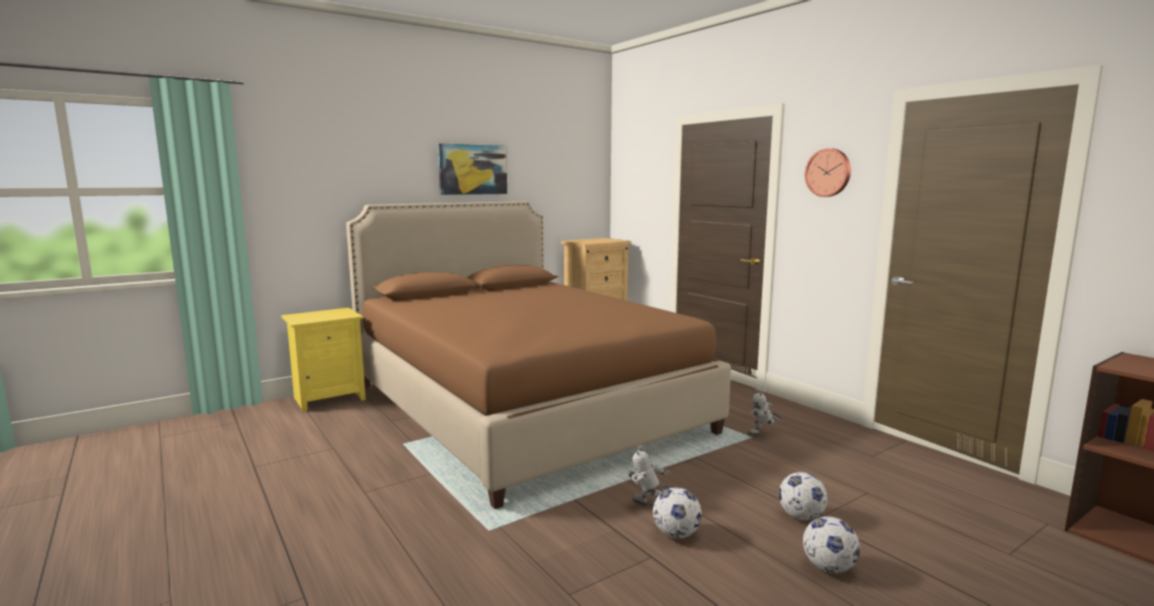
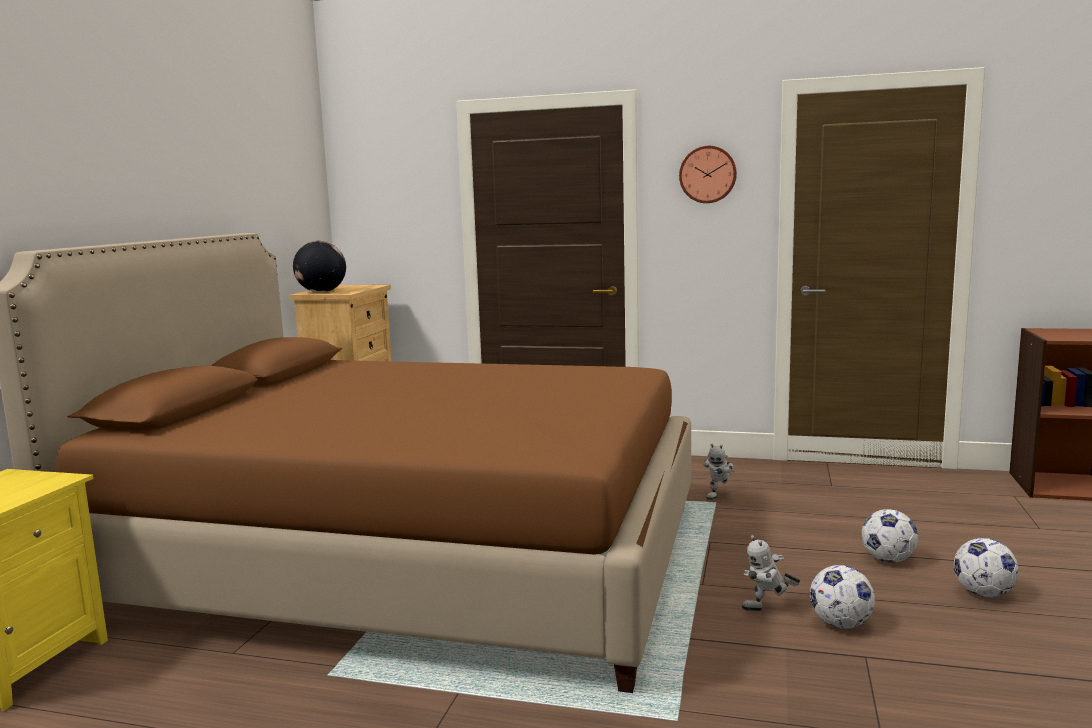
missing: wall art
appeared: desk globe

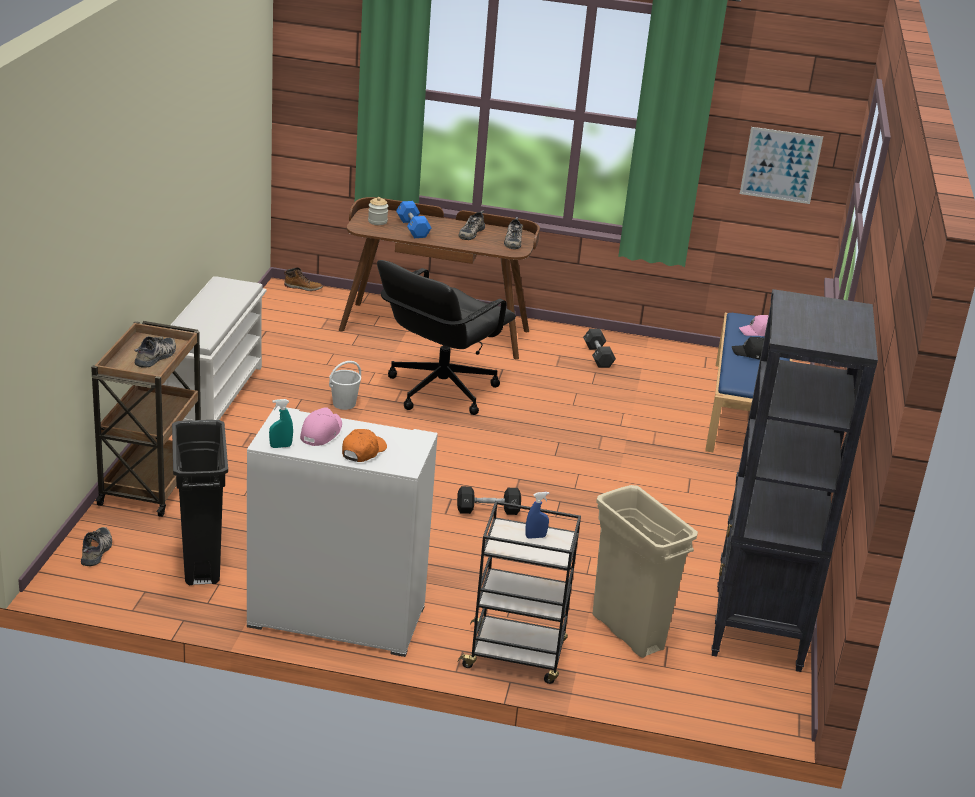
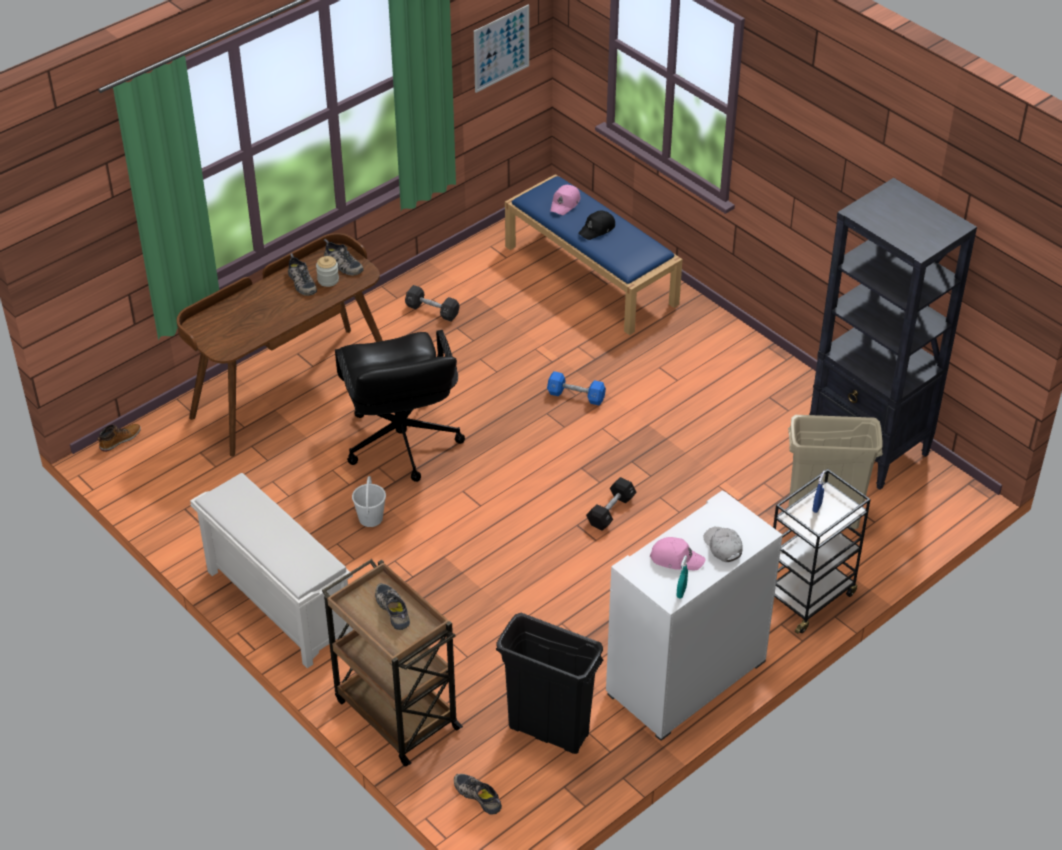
relocated: jar; hand weight (bluish)
colour: baseball cap (orange) to baseball cap (white)
spun: baseball cap (pink) (no. 1 from left in the first image) 135 degrees clockwise

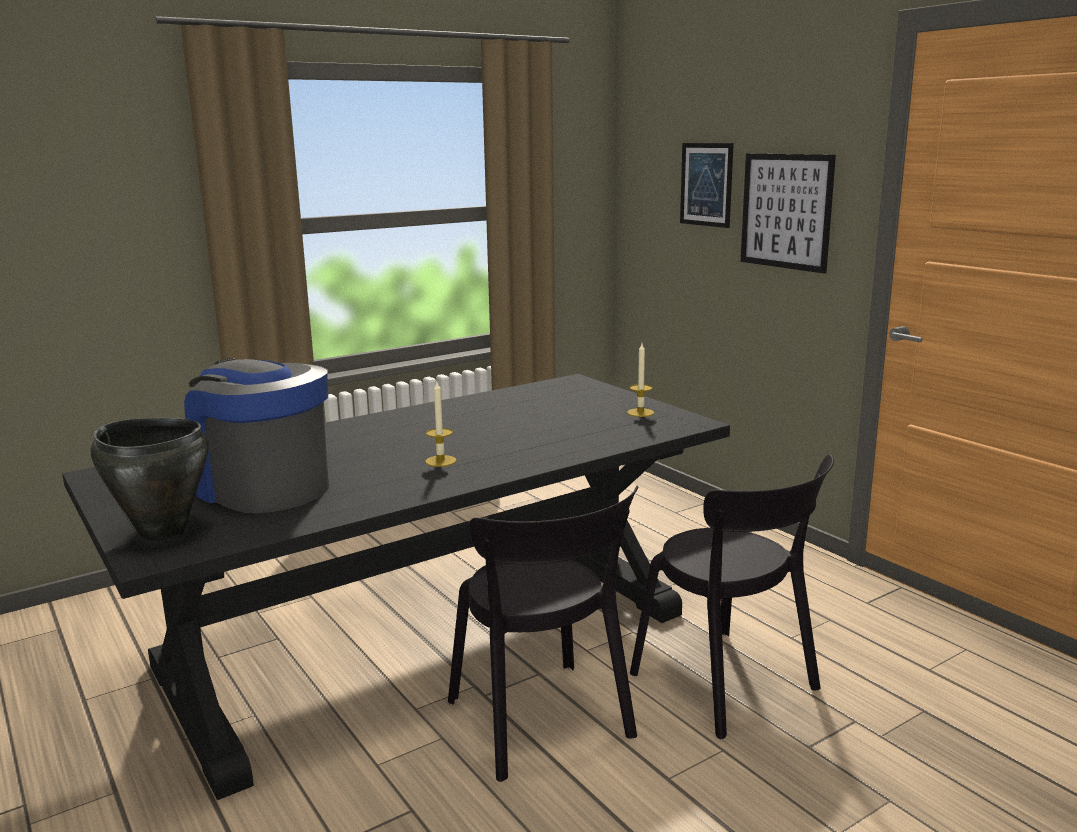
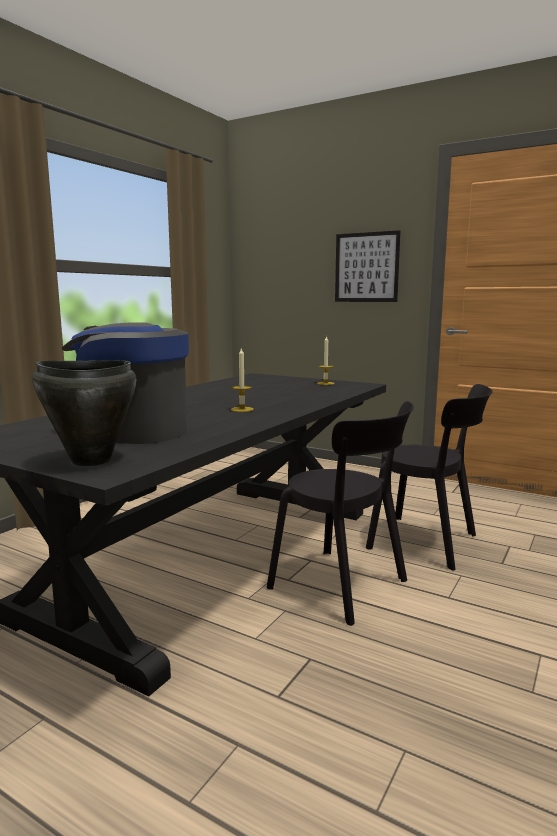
missing: wall art (no. 1 from left)

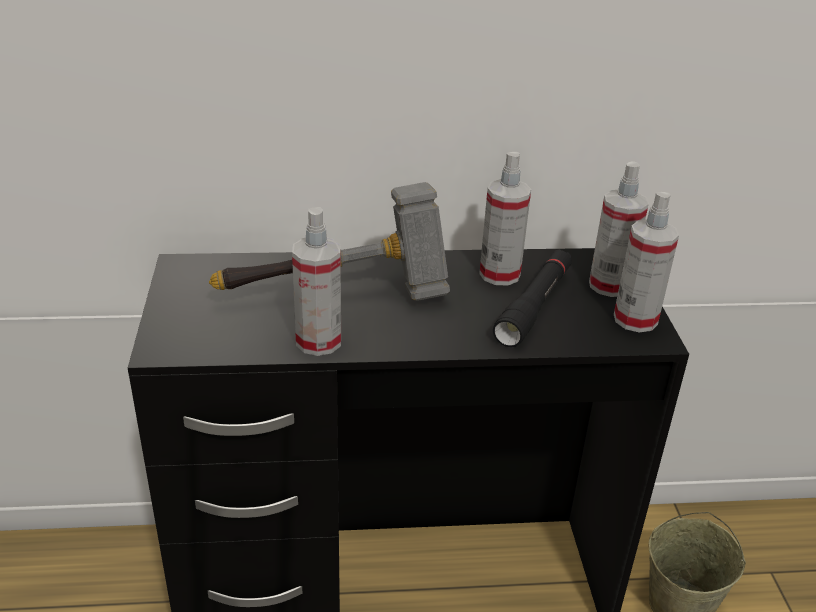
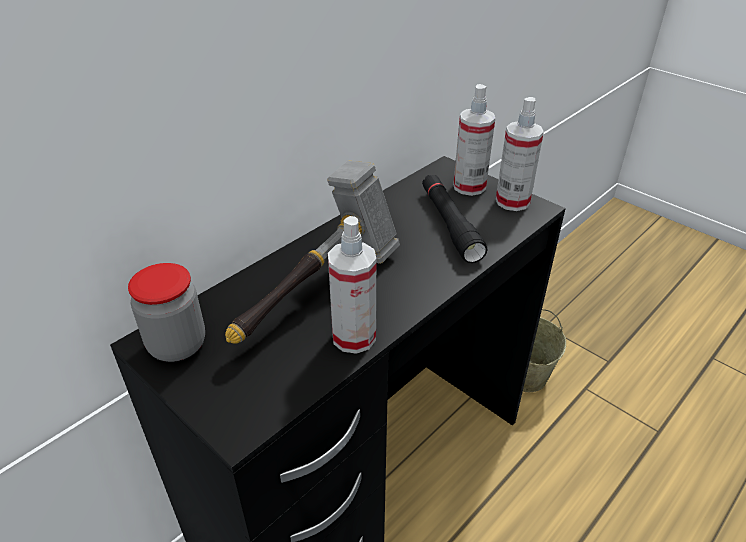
missing: spray bottle (no. 2 from left)
appeared: jar

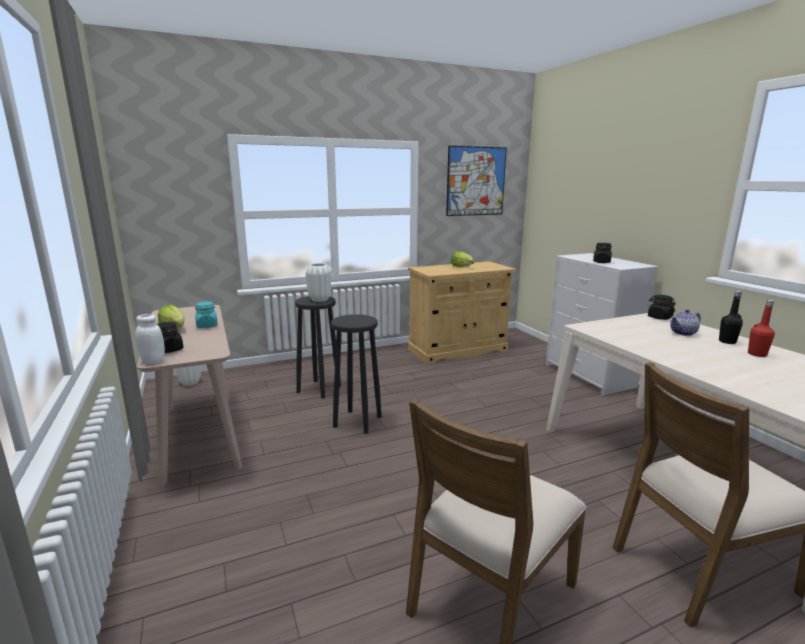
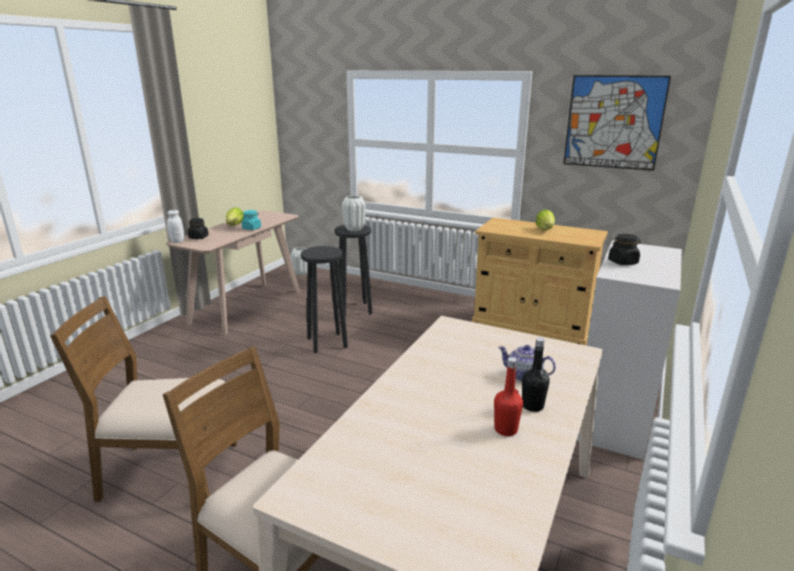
missing: jar (blackish) (no. 3 from left)

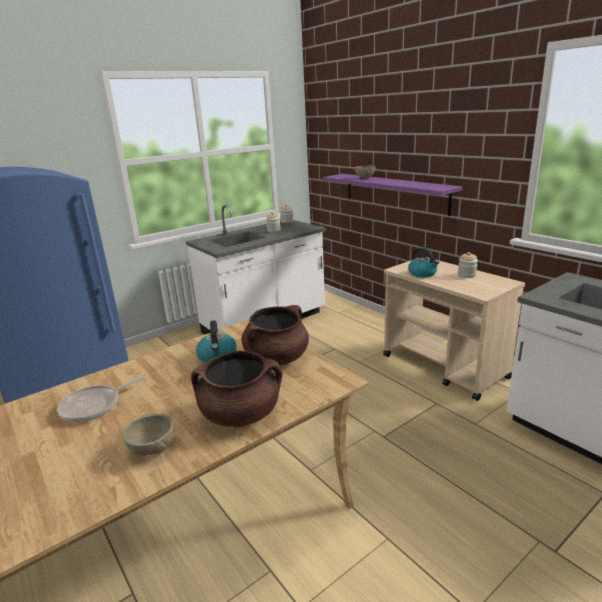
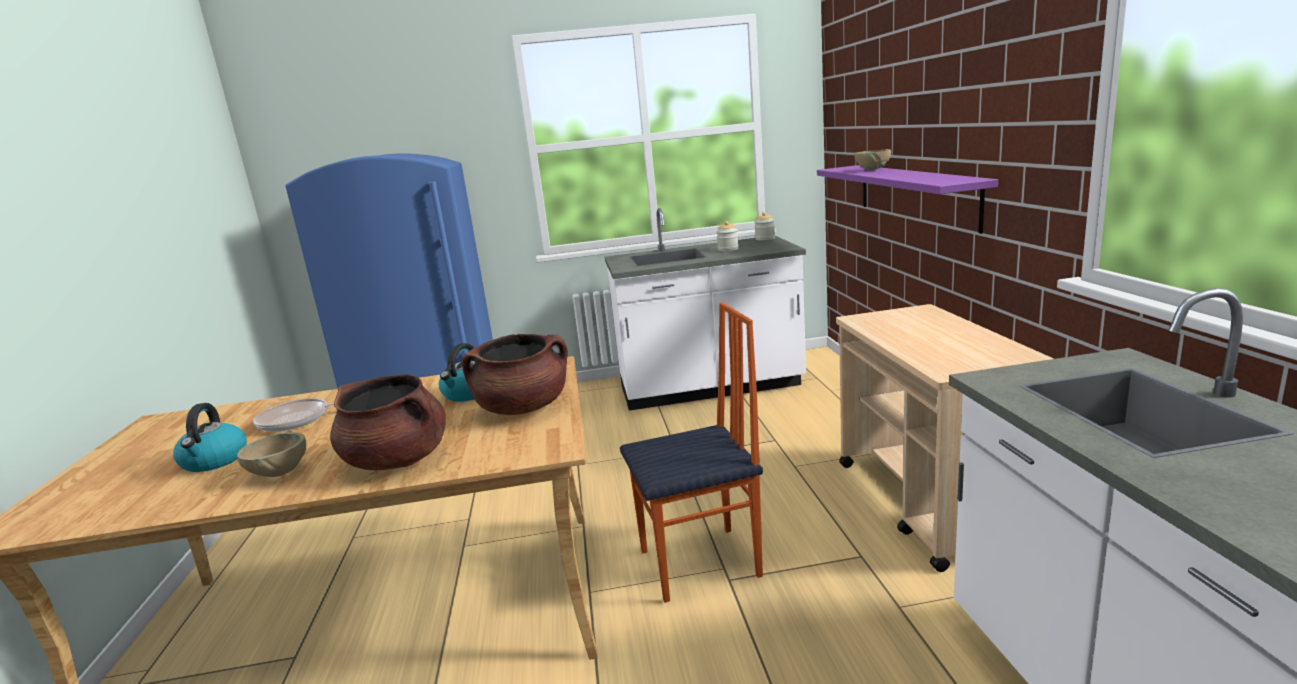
missing: jar (no. 3 from left)
appeared: upright chair
relocated: kettle (no. 2 from left in the first image) to kettle (no. 1 from left)

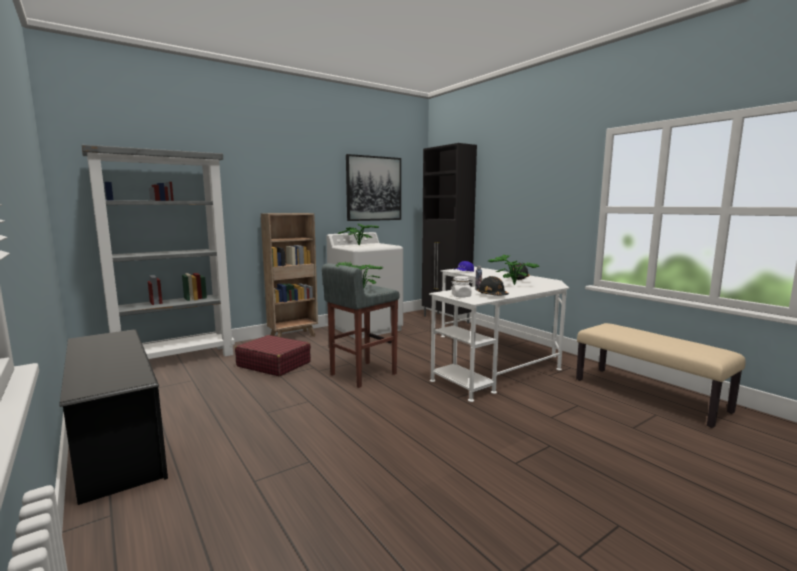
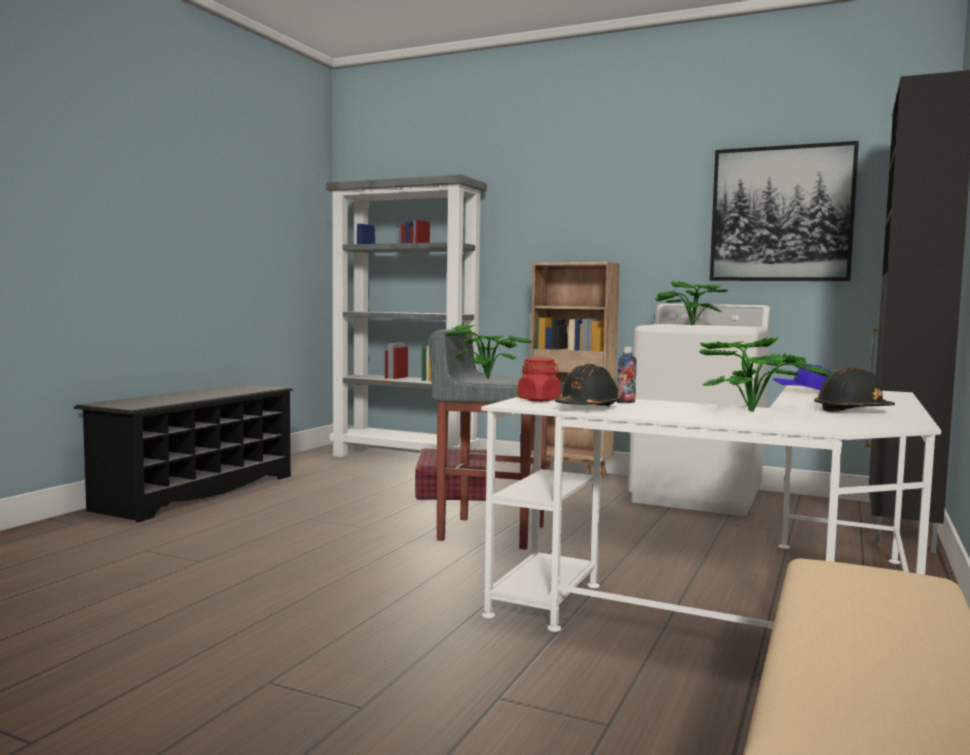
colour: jar (white) to jar (red-coloured)

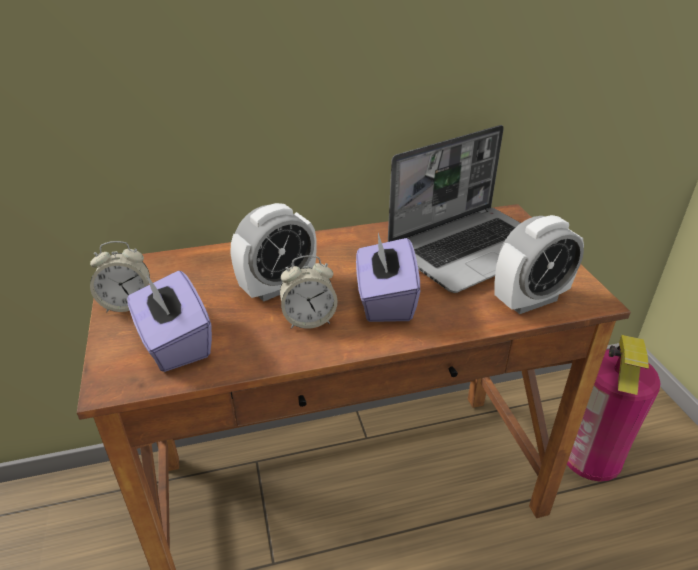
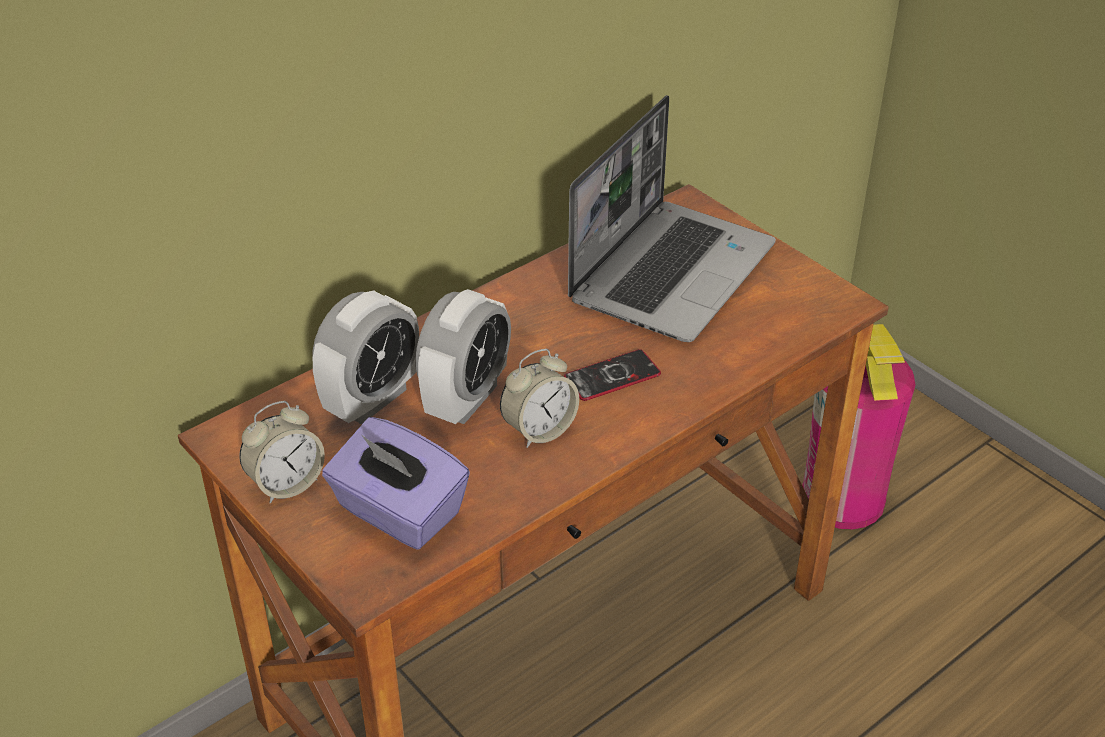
relocated: bedside clock (no. 4 from left in the first image) to bedside clock (no. 2 from left)
exchanged: tissue box (purple) (no. 2 from left) to phone

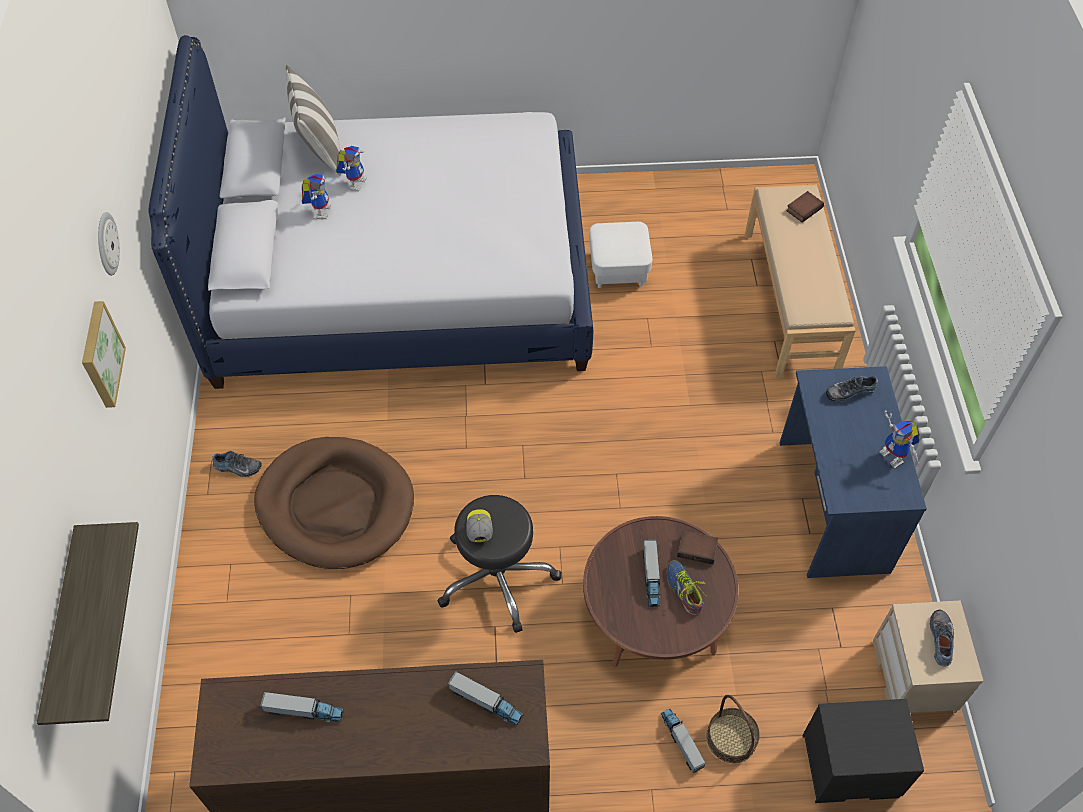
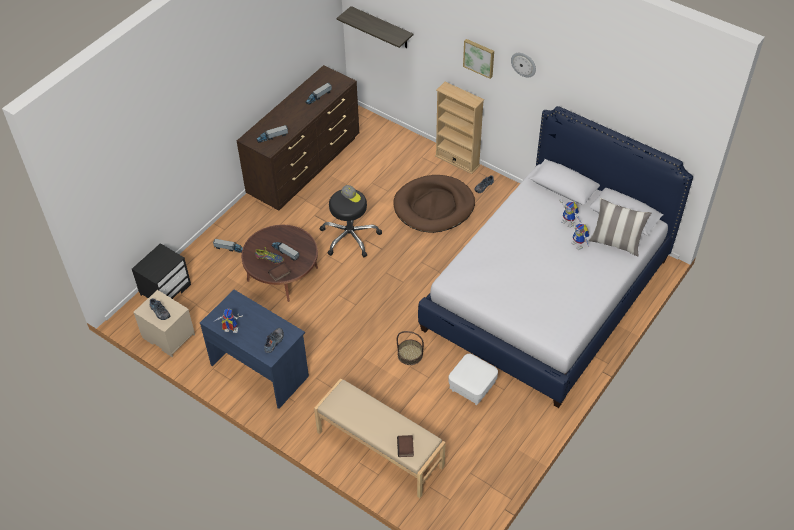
appeared: bookshelf (beige-coloured)
relocated: basket

